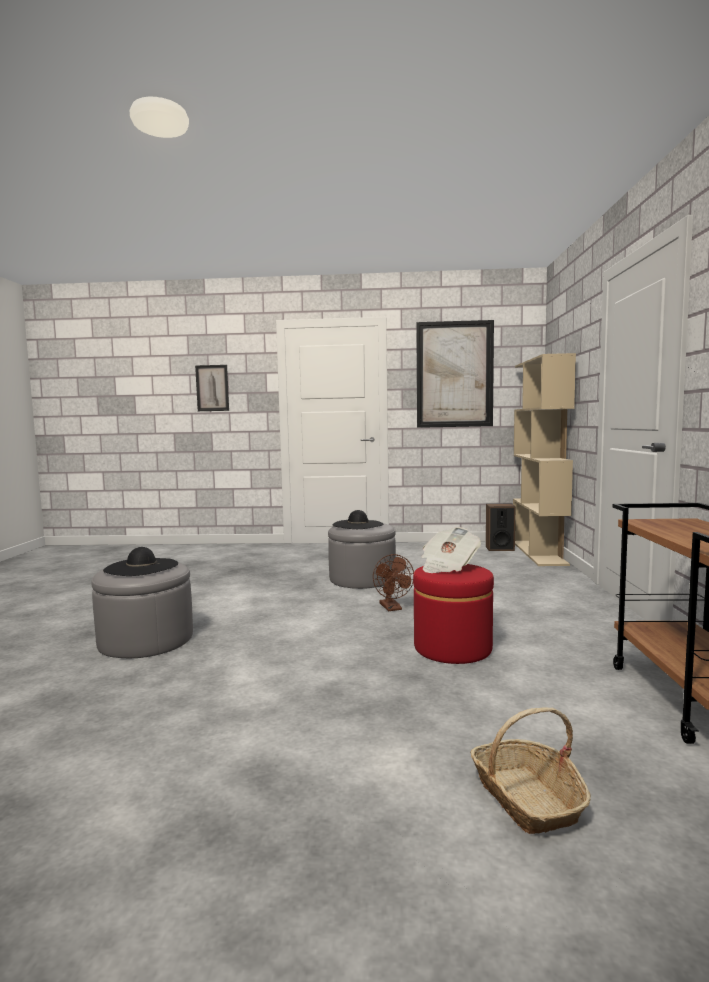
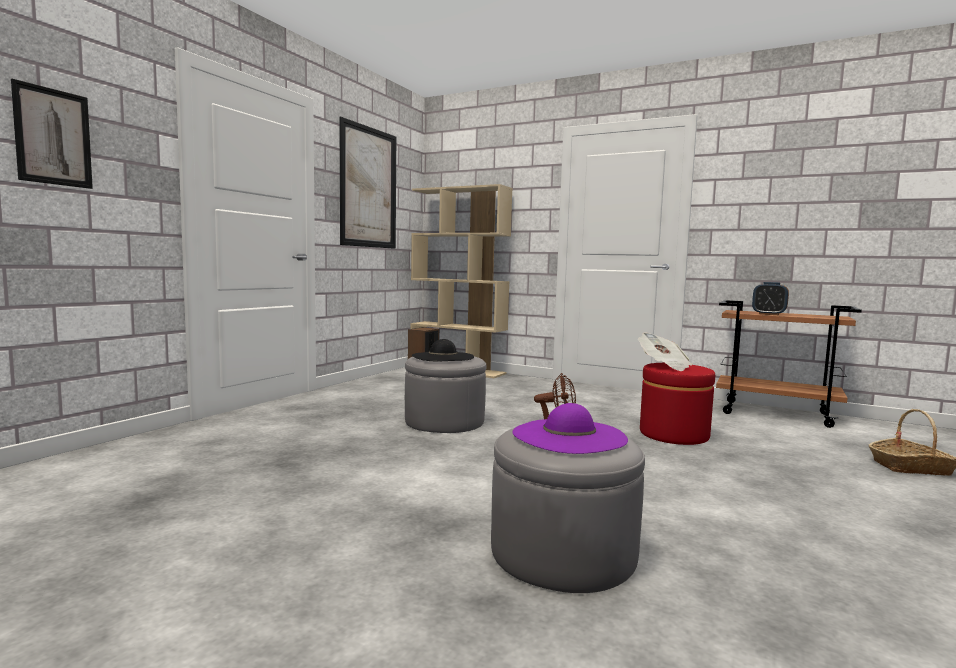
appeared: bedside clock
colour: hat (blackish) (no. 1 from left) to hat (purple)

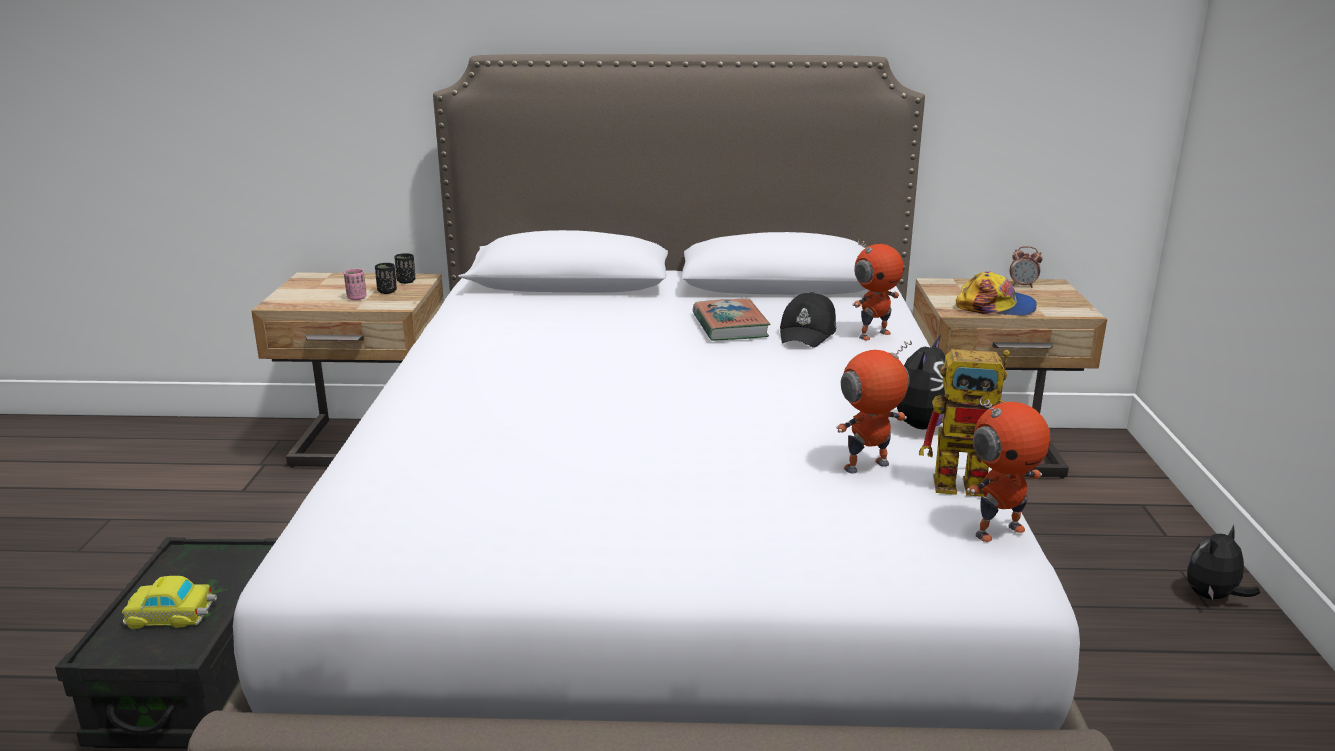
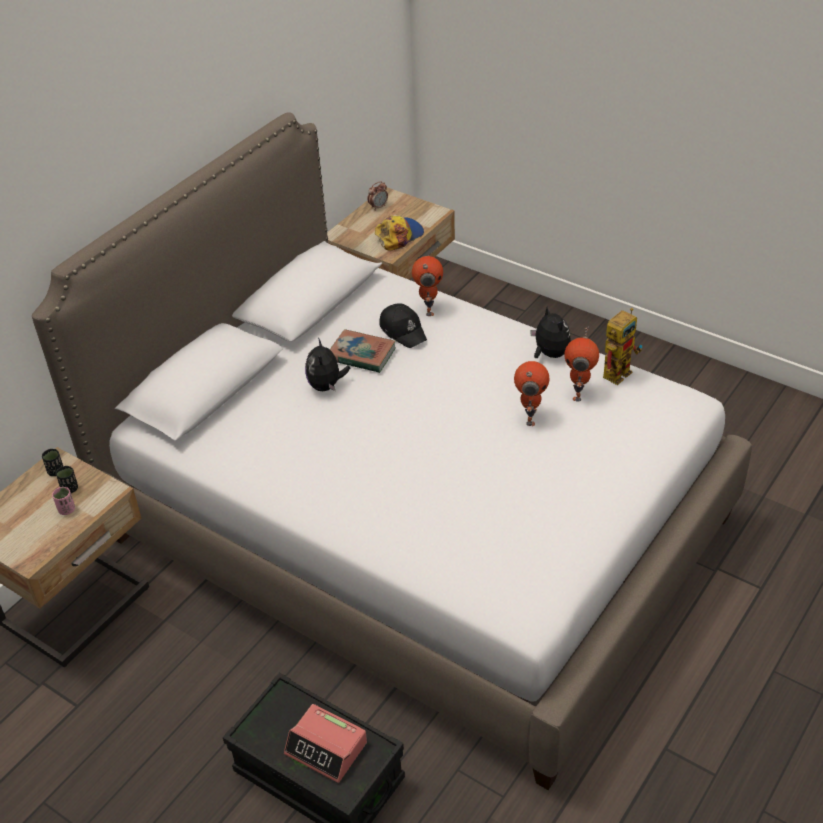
relocated: toy robot (no. 4 from left in the first image) to toy robot (no. 2 from left); soft toy (no. 2 from left in the first image) to soft toy (no. 1 from left)
exchanged: toy car to bedside clock (no. 1 from left)

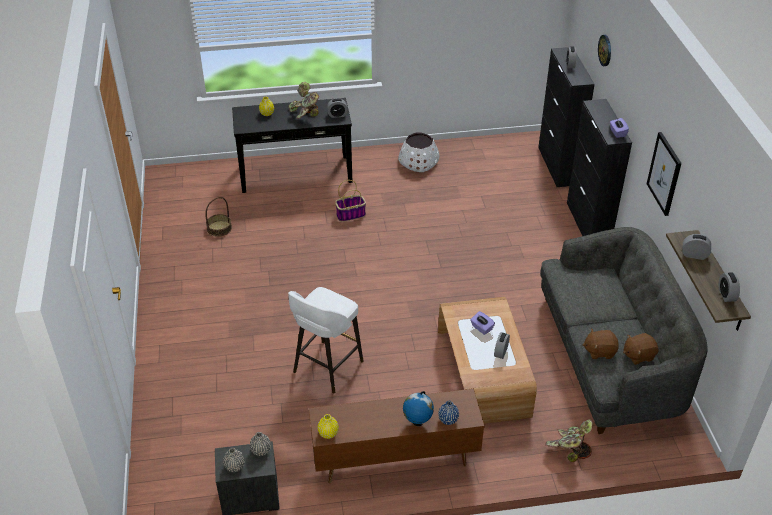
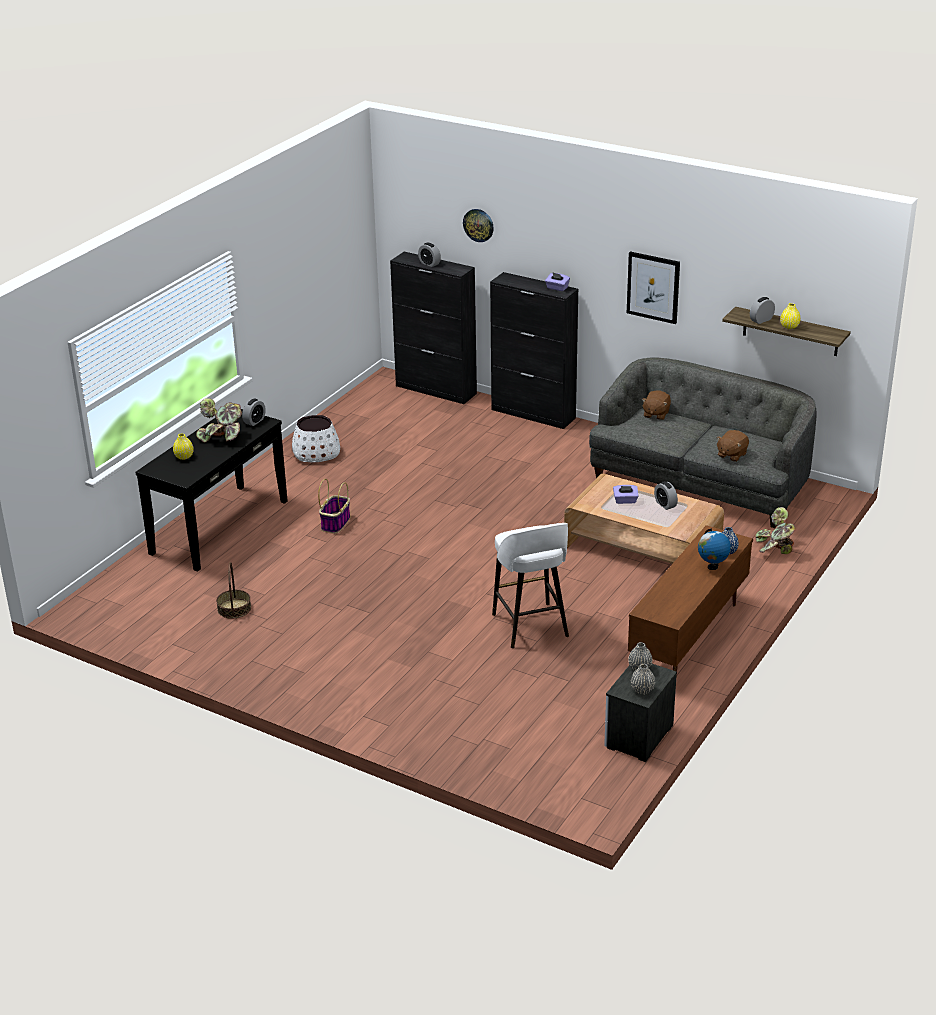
missing: bedside clock (no. 5 from left)
relocated: vase (yellow-coloured) (no. 2 from left); soft toy (brown-coloured) (no. 2 from left in the first image) to soft toy (brown-coloured) (no. 1 from left)

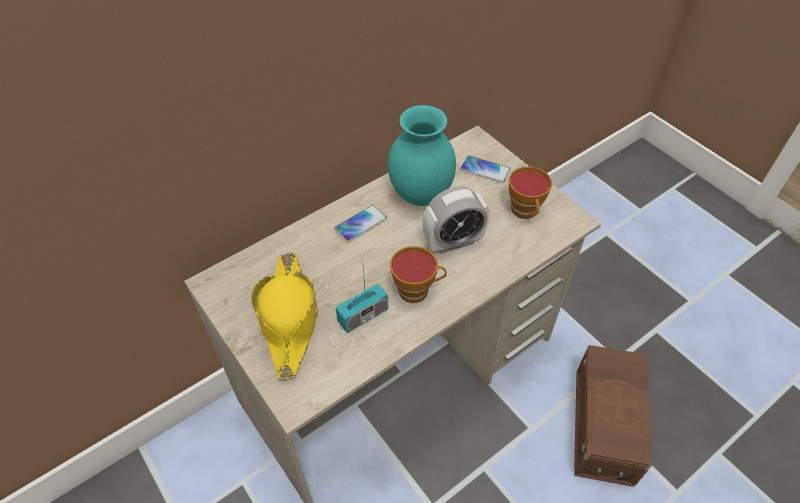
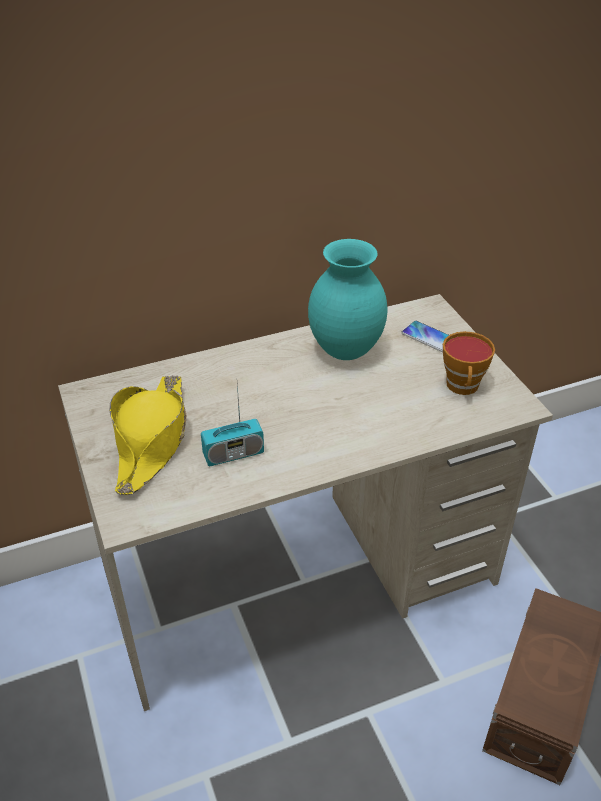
missing: phone (no. 1 from left); small cup (no. 1 from left); bedside clock

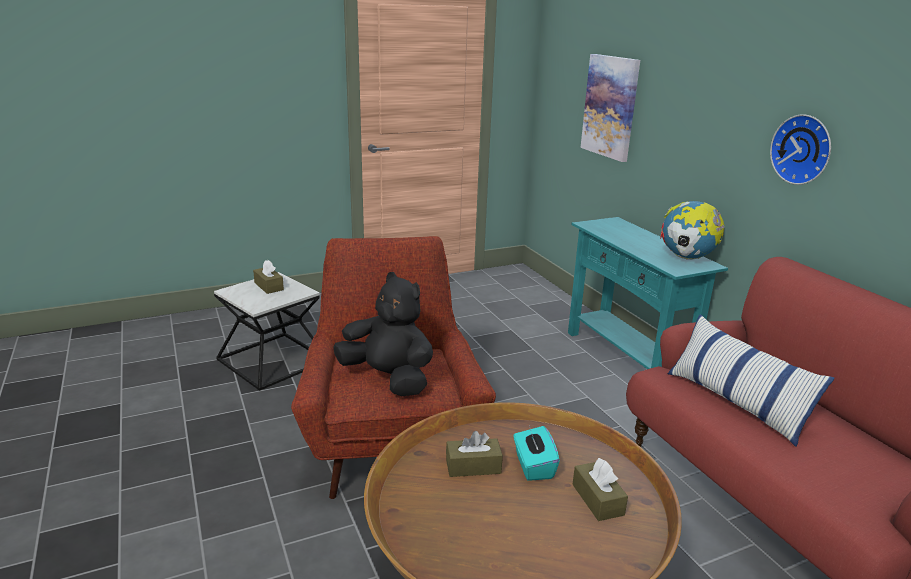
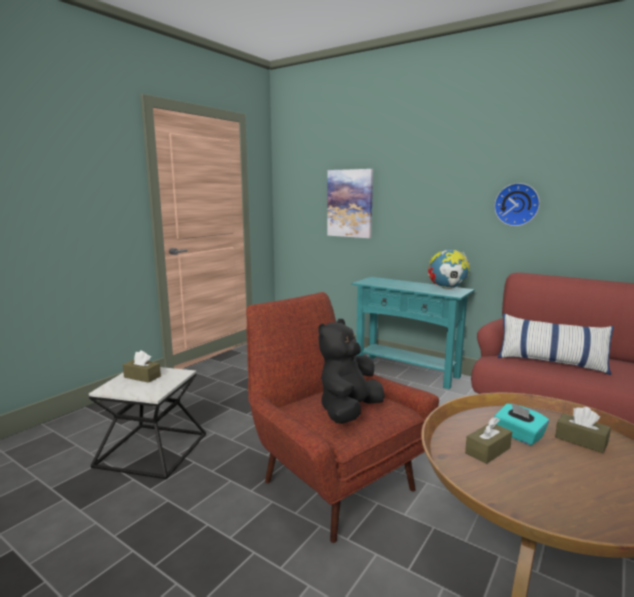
spun: soft toy (blackish) 60 degrees counterclockwise

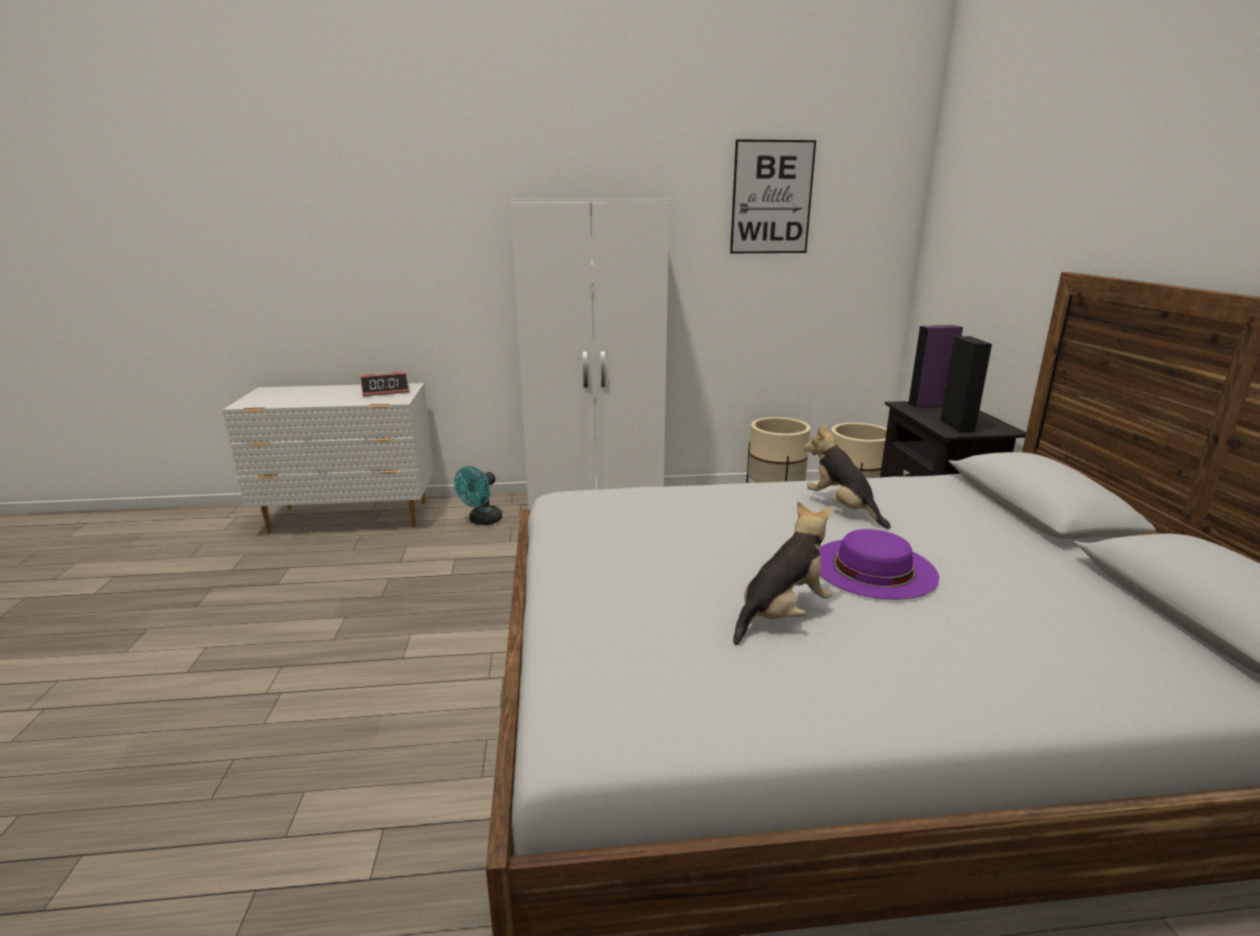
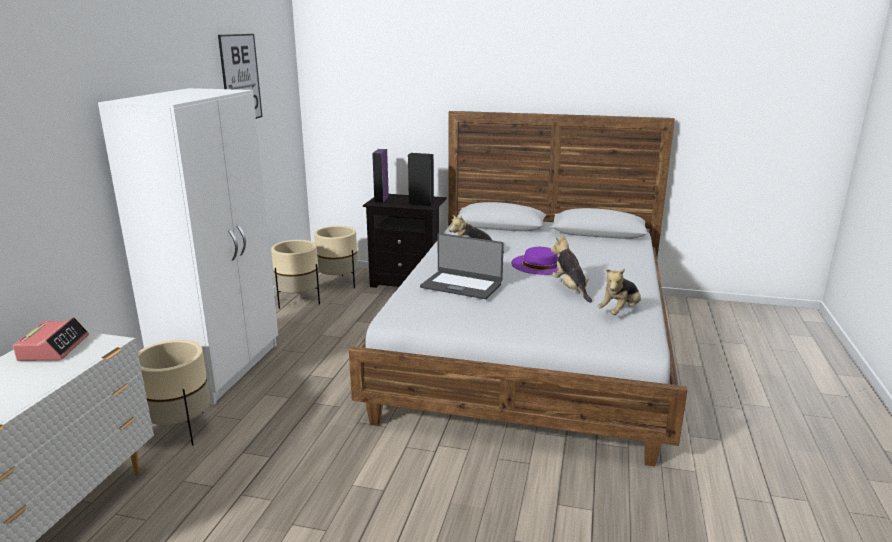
appeared: notebook computer; soft toy (no. 3 from left)
exchanged: electric fan (blue-green) to plant pot (beige-coloured) (no. 1 from left)

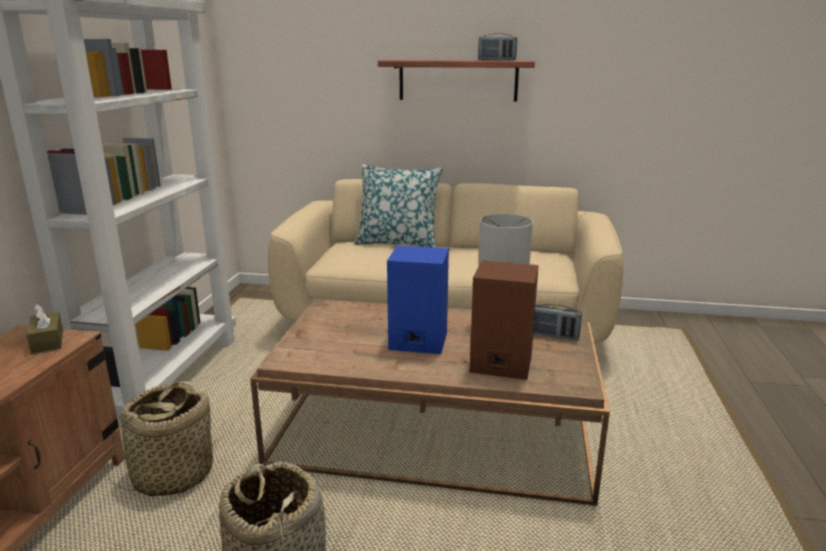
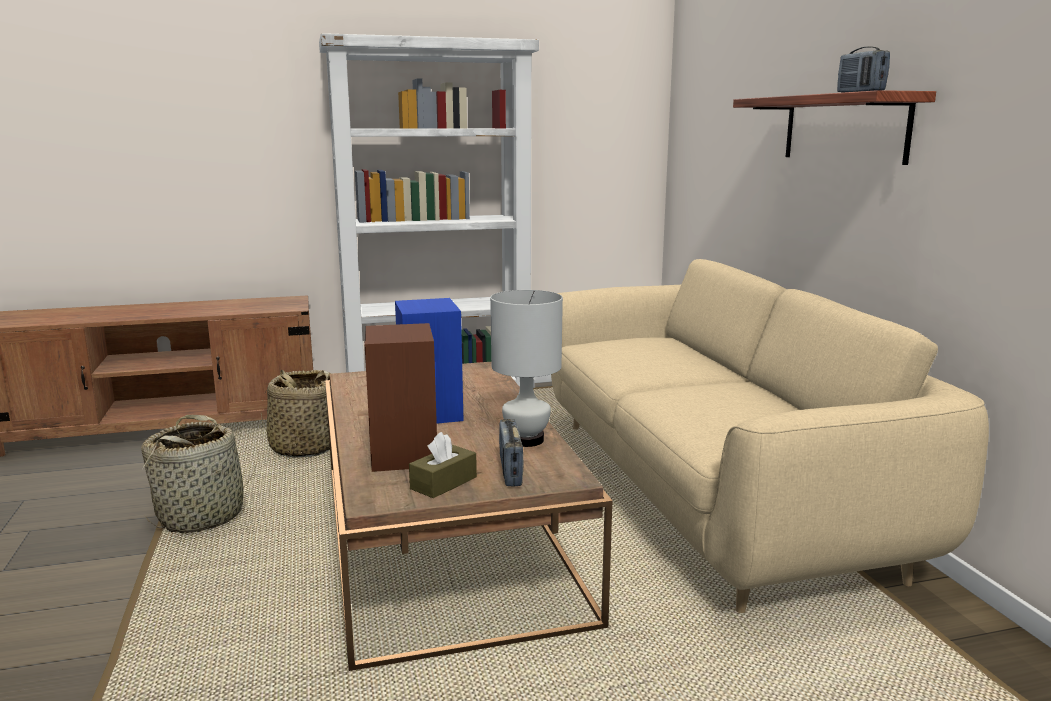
missing: throw pillow
relocated: tissue box (brown-coloured)

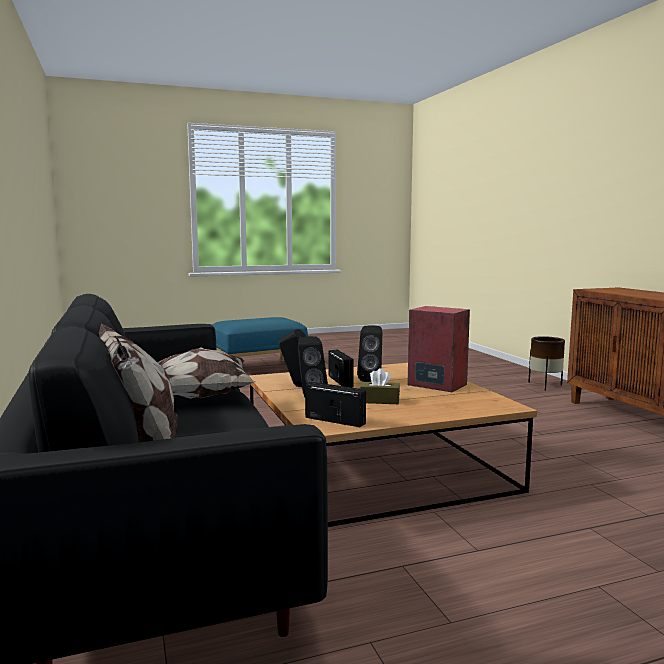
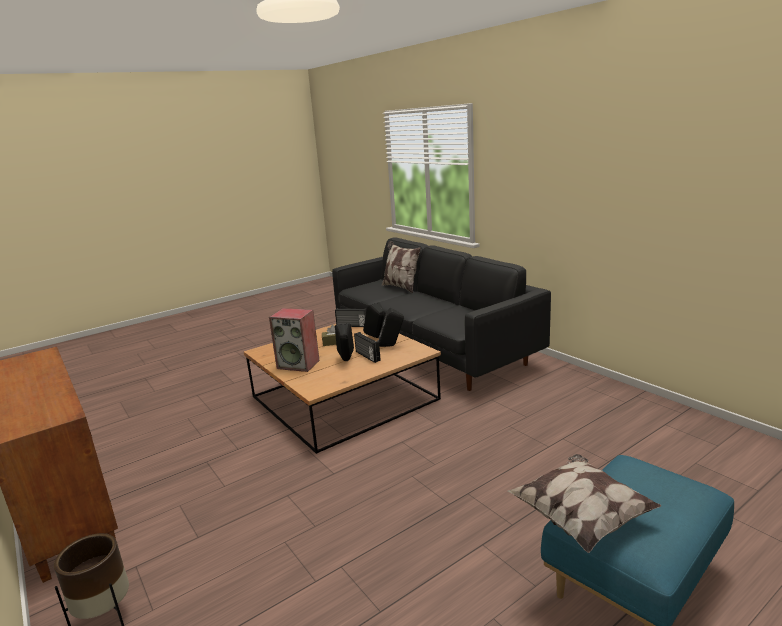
relocated: throw pillow (no. 2 from left)

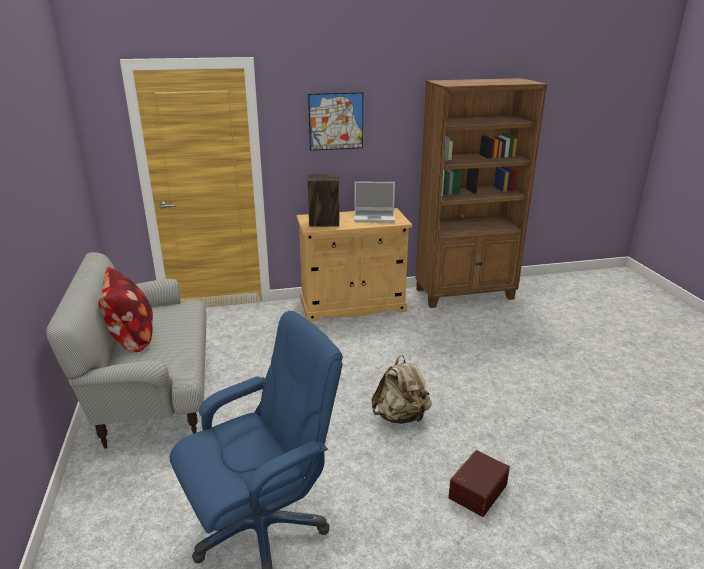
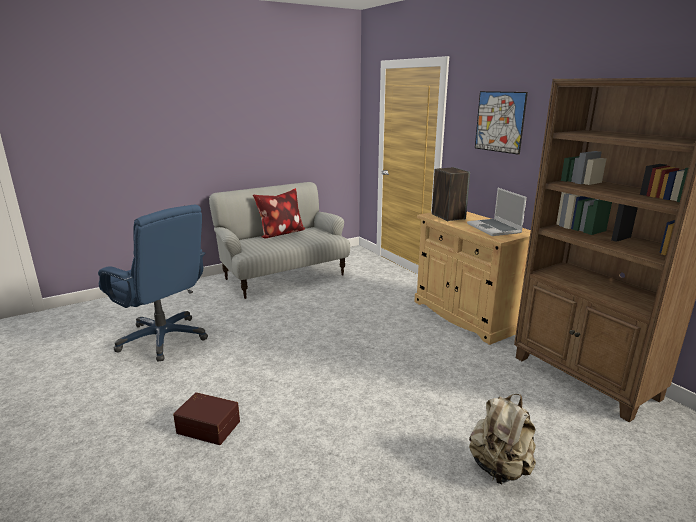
relocated: knapsack (beige-coloured)

